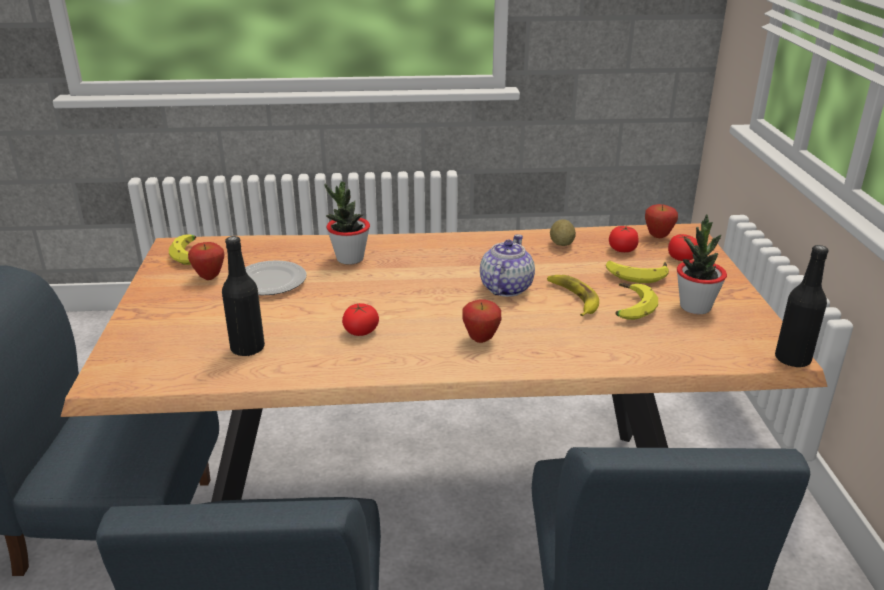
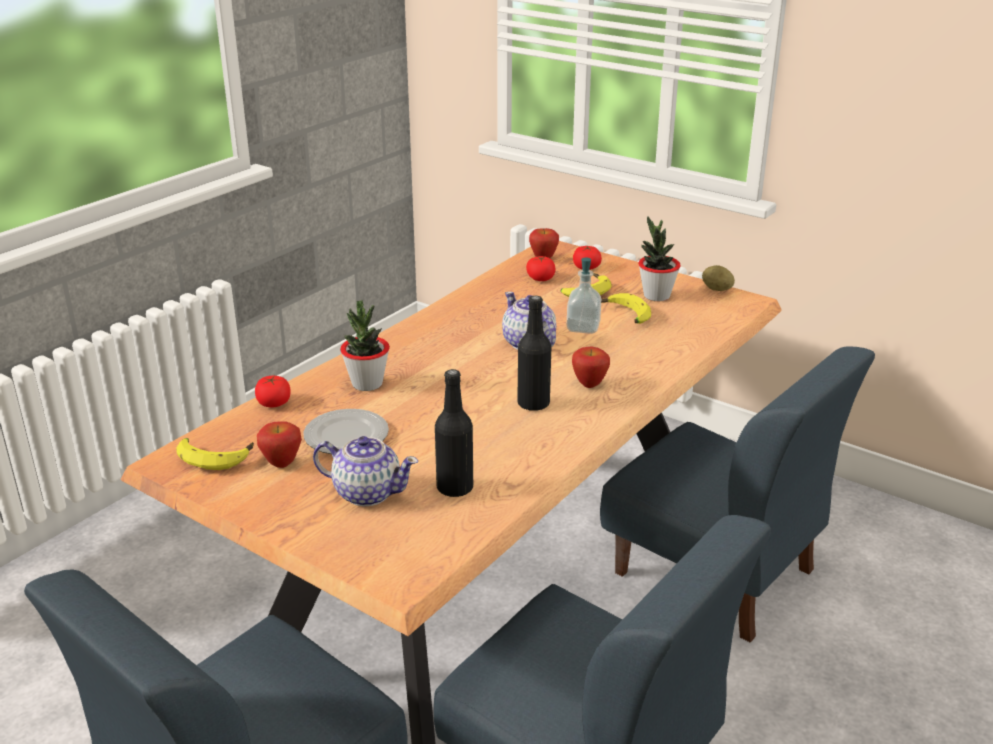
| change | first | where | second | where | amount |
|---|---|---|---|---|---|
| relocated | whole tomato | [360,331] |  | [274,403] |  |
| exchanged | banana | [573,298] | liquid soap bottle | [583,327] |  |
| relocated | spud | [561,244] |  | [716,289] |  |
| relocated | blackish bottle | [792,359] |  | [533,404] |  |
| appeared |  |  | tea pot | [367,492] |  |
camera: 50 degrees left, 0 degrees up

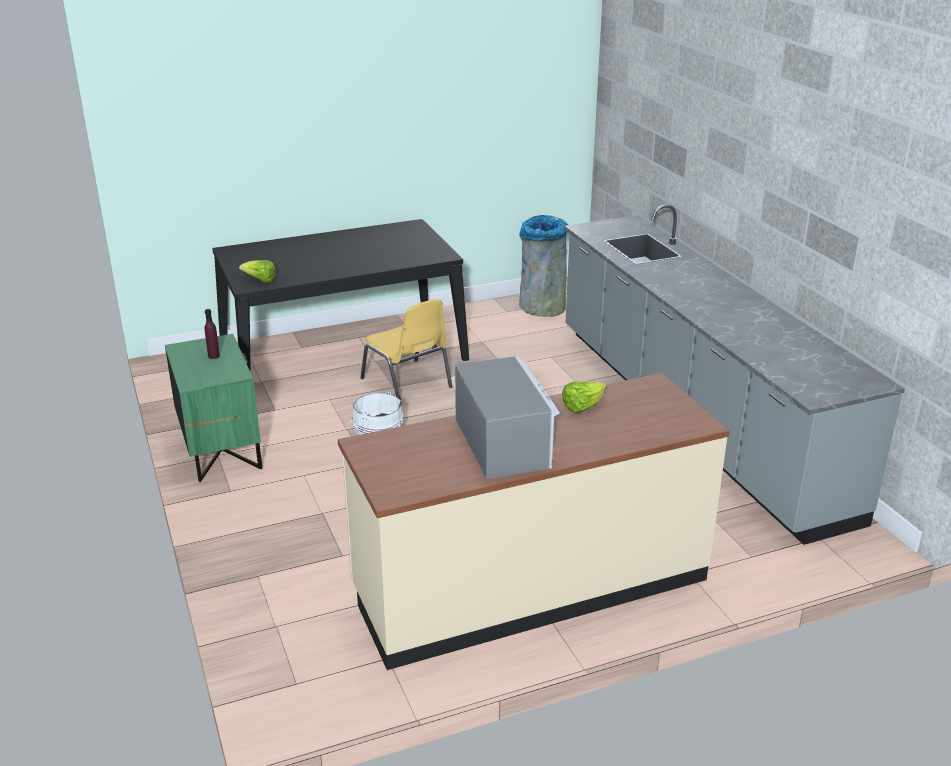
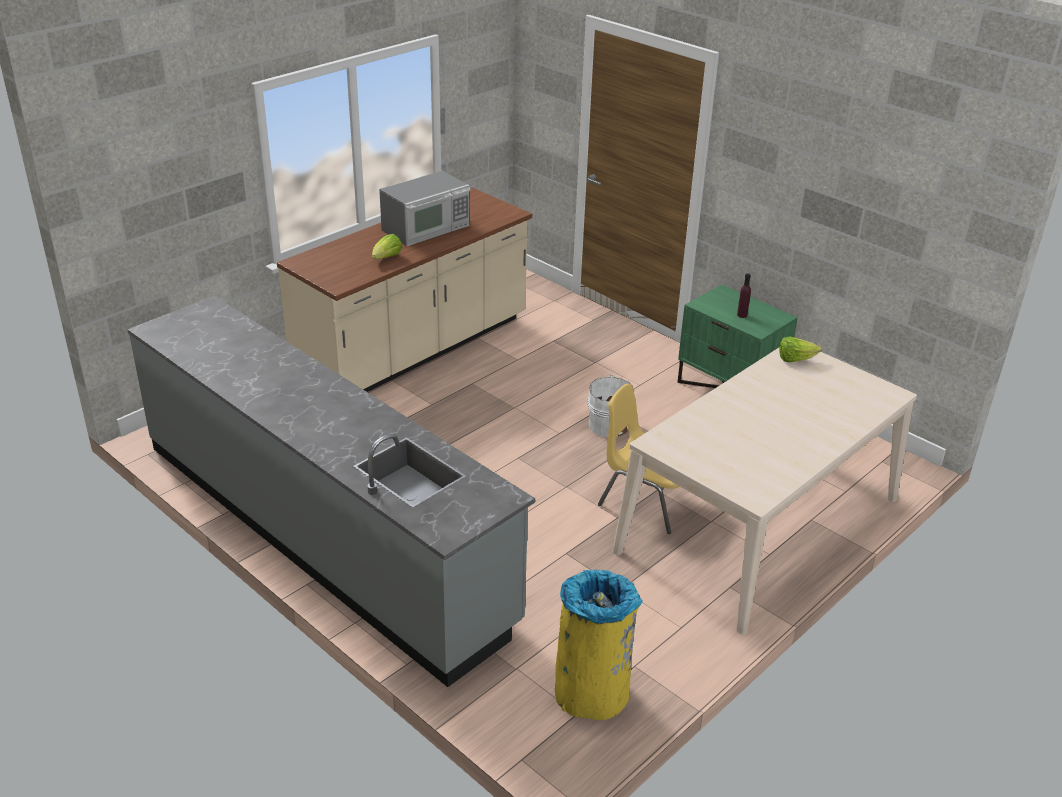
| change | first | where | second | where | amount |
|---|---|---|---|---|---|
| colour | blackish dining table | [343,352] | sand-coloured dining table | [759,524] |  |
| spun | kitchen microwave | [504,442] |  | [427,228] | 90 degrees counterclockwise |
| colour | gray rubbish bin | [542,307] | yellow-coloured rubbish bin | [592,694] |  |
camera: 155 degrees right, 5 degrees up

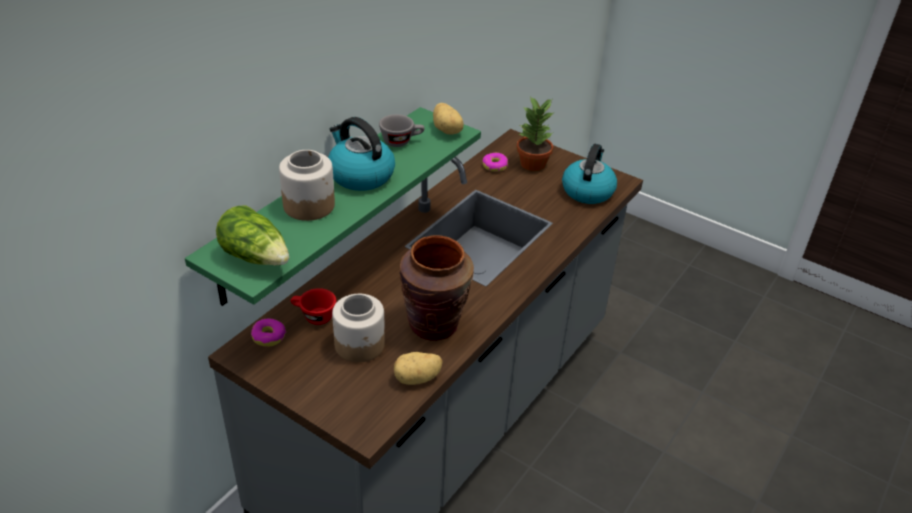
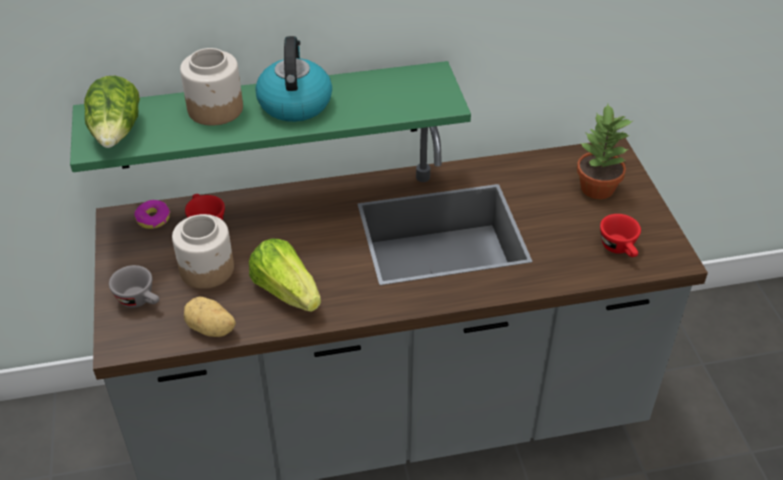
| change | first | where | second | where | amount |
|---|---|---|---|---|---|
| relocated | gray small cup | [401,141] |  | [140,300] |  |
| exchanged | brownish decorative vase | [434,325] | lettuce head | [286,291] |  |
| missing | spud | [447,130] |  |  |  |
| missing | doughnut | [494,166] |  |  |  |
| exchanged | water kettle | [587,191] | reddish small cup | [620,249] |  |
camera: 45 degrees right, 5 degrees up

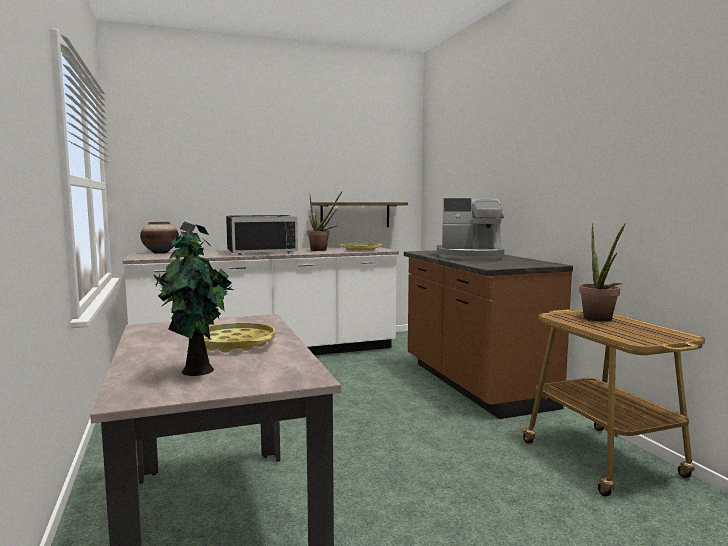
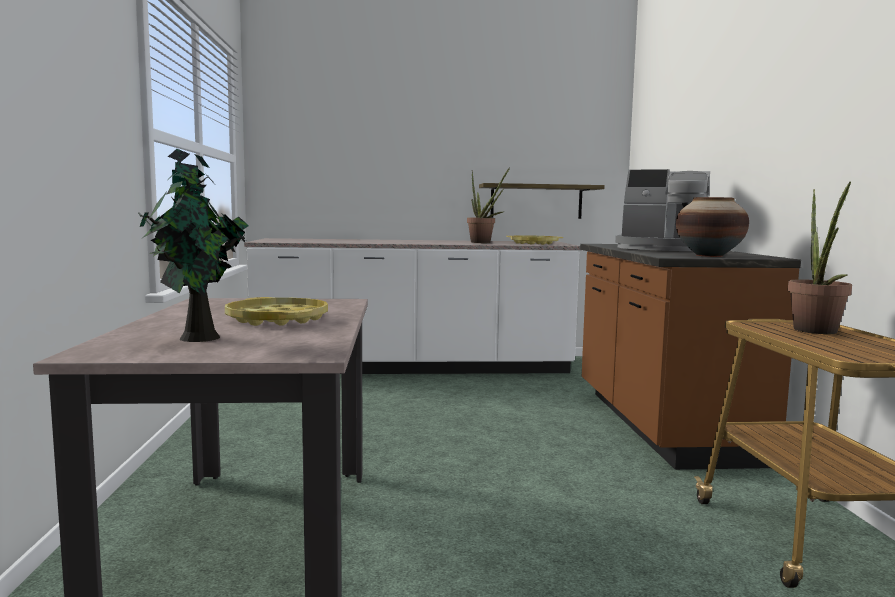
| change | first | where | second | where | amount |
|---|---|---|---|---|---|
| relocated | decorative vase | [160,252] |  | [709,255] |  |
| missing | blackish kitchen microwave | [261,252] |  |  |  |
camera: 15 degrees right, 0 degrees up

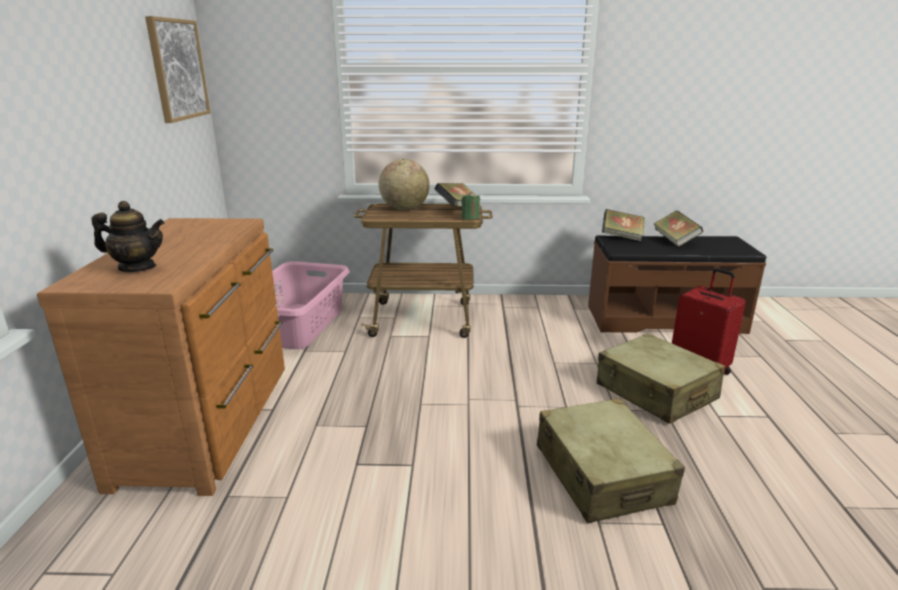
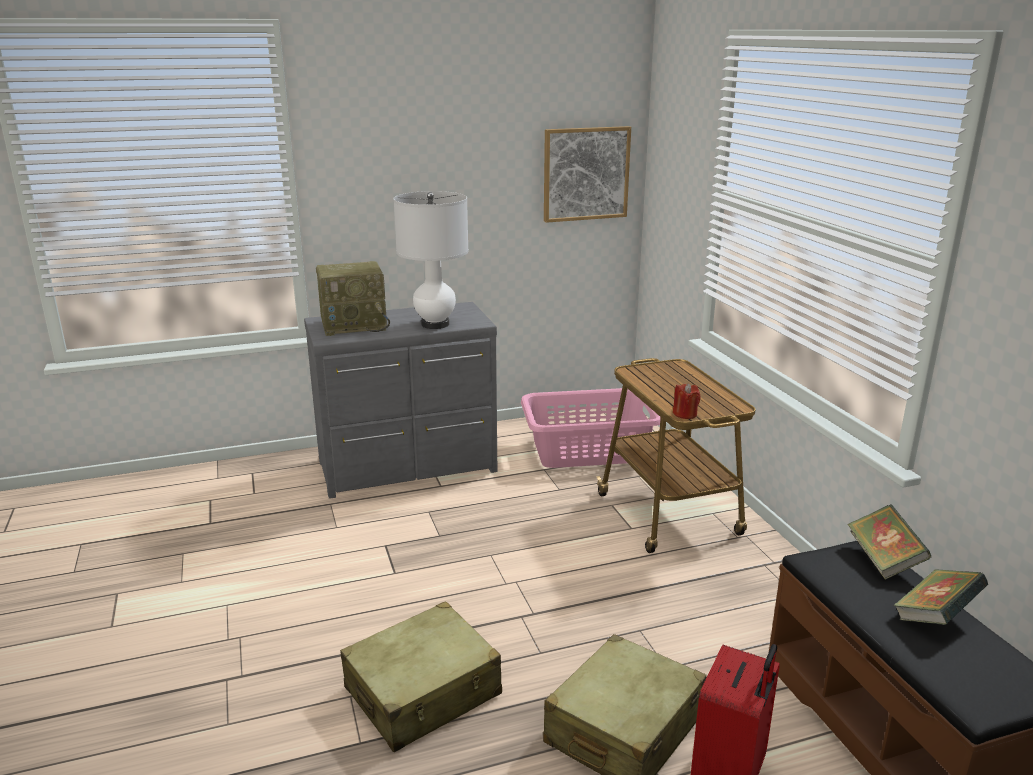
| change | first | where | second | where | amount |
|---|---|---|---|---|---|
| colour | brownish chest of drawers | [211,423] | gray chest of drawers | [409,468] |  |
| exchanged | tea pot | [137,268] | radio | [355,325] |  |
| missing | globe | [405,209] |  |  |  |
| missing | volume | [457,208] |  |  |  |
| colour | green candle | [470,217] | reddish candle | [685,414] |  |
| appeared |  |  | white-coloured lamp for a table | [435,324] |  |
camera: 70 degrees right, 0 degrees up

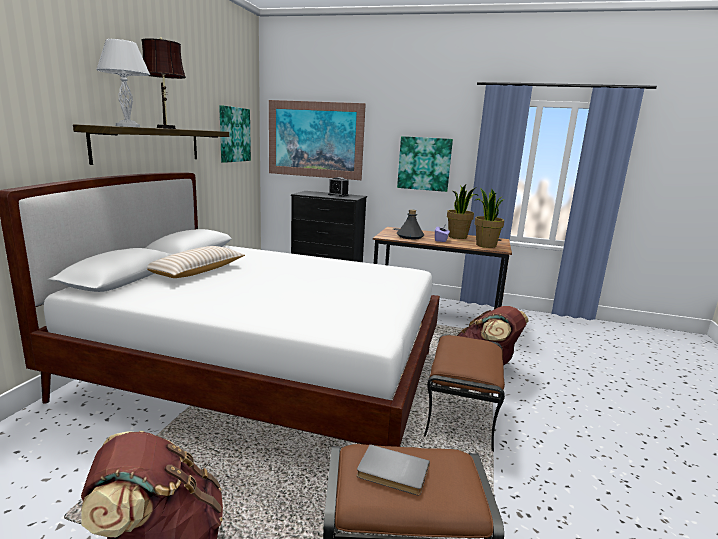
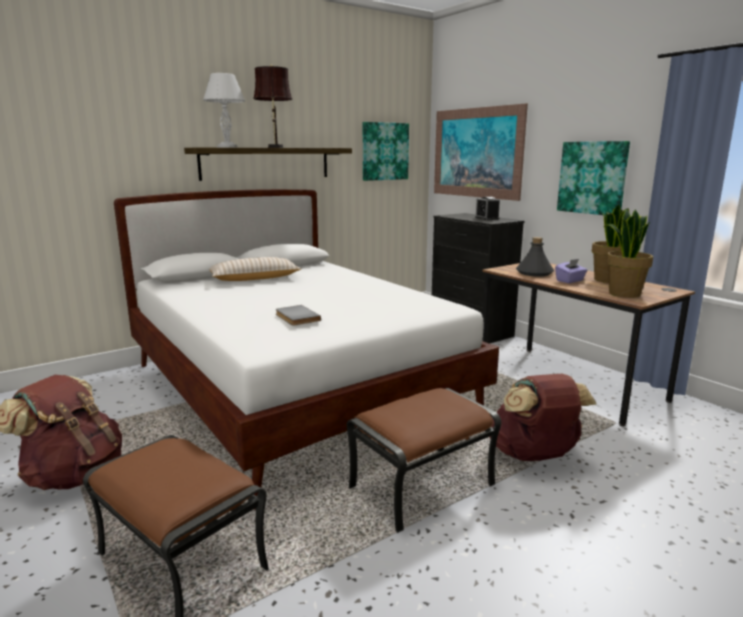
| change | first | where | second | where | amount |
|---|---|---|---|---|---|
| relocated | gray volume | [392,473] |  | [296,317] |  |
camera: 40 degrees right, 0 degrees up

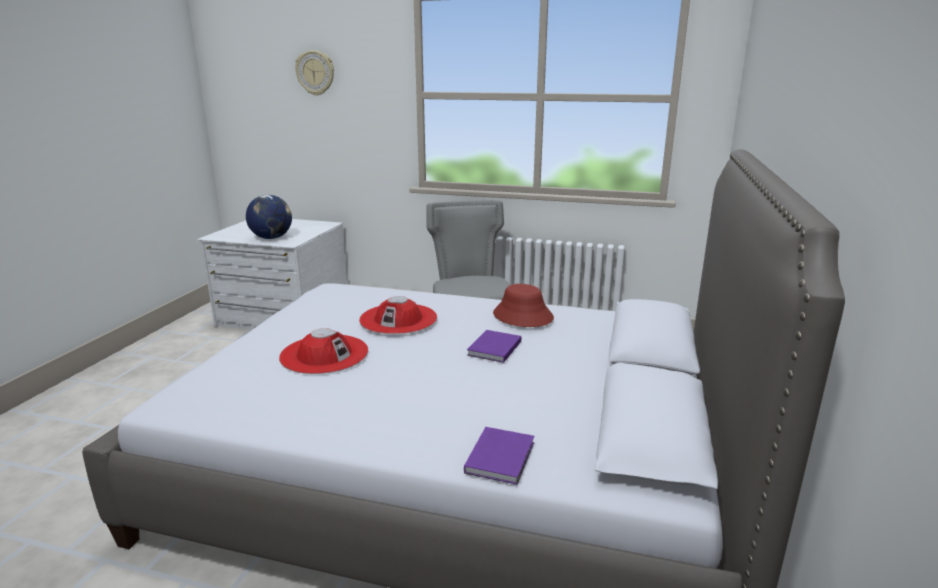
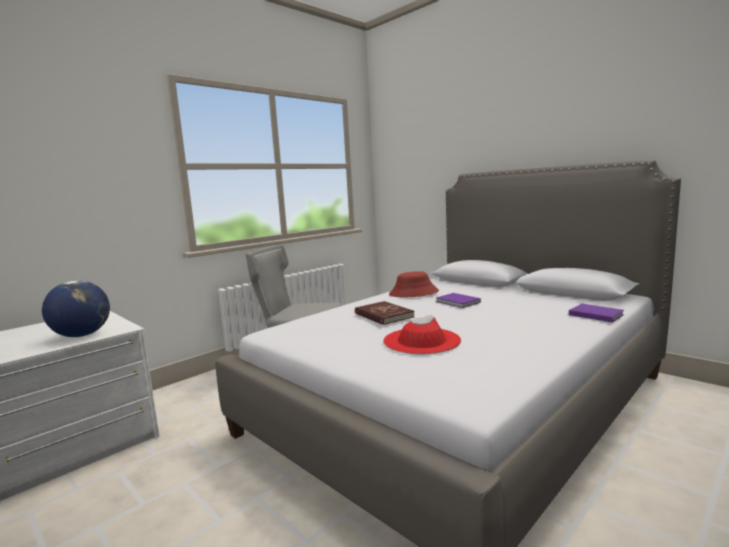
| change | first | where | second | where | amount |
|---|---|---|---|---|---|
| missing | hanging clock | [315,73] |  |  |  |
| exchanged | reddish wearable hat | [398,319] | reddish volume | [383,315] |  |
camera: 60 degrees left, 10 degrees down

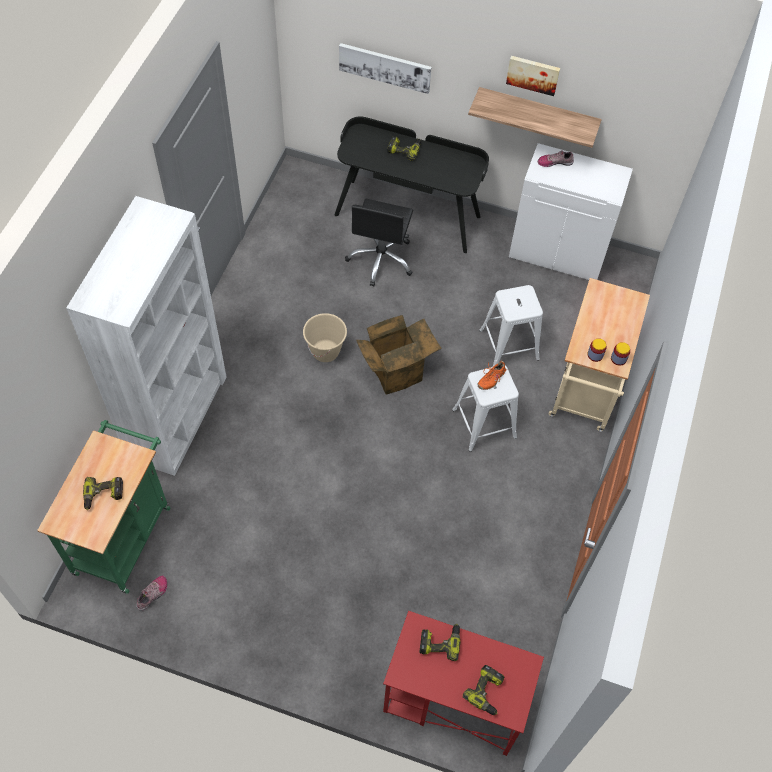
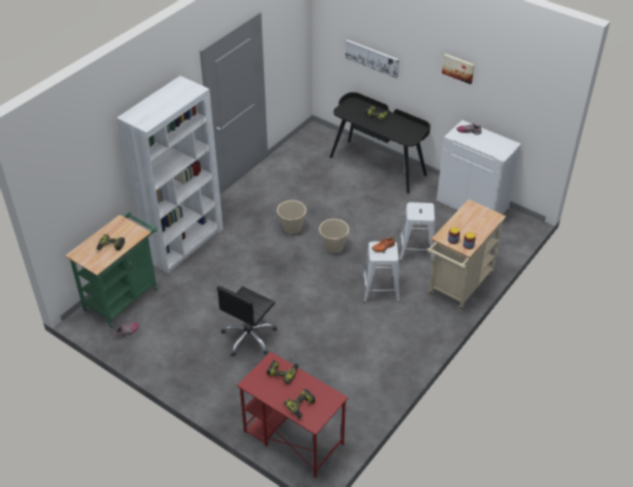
| change | first | where | second | where | amount |
|---|---|---|---|---|---|
| relocated | blackish office chair | [381,259] |  | [249,337] |  |
| exchanged | carton | [395,369] | sand-coloured bucket | [333,247] |  |
| missing | bracket shelf | [537,114] |  |  |  |
camera: 20 degrees right, 15 degrees down

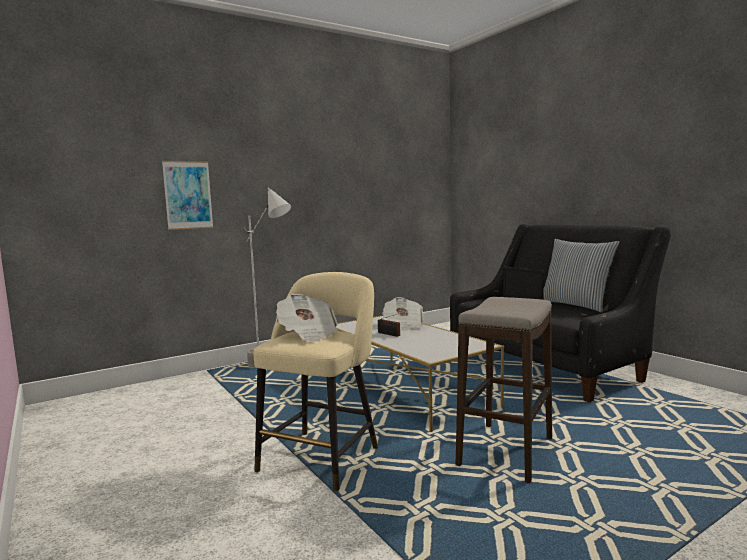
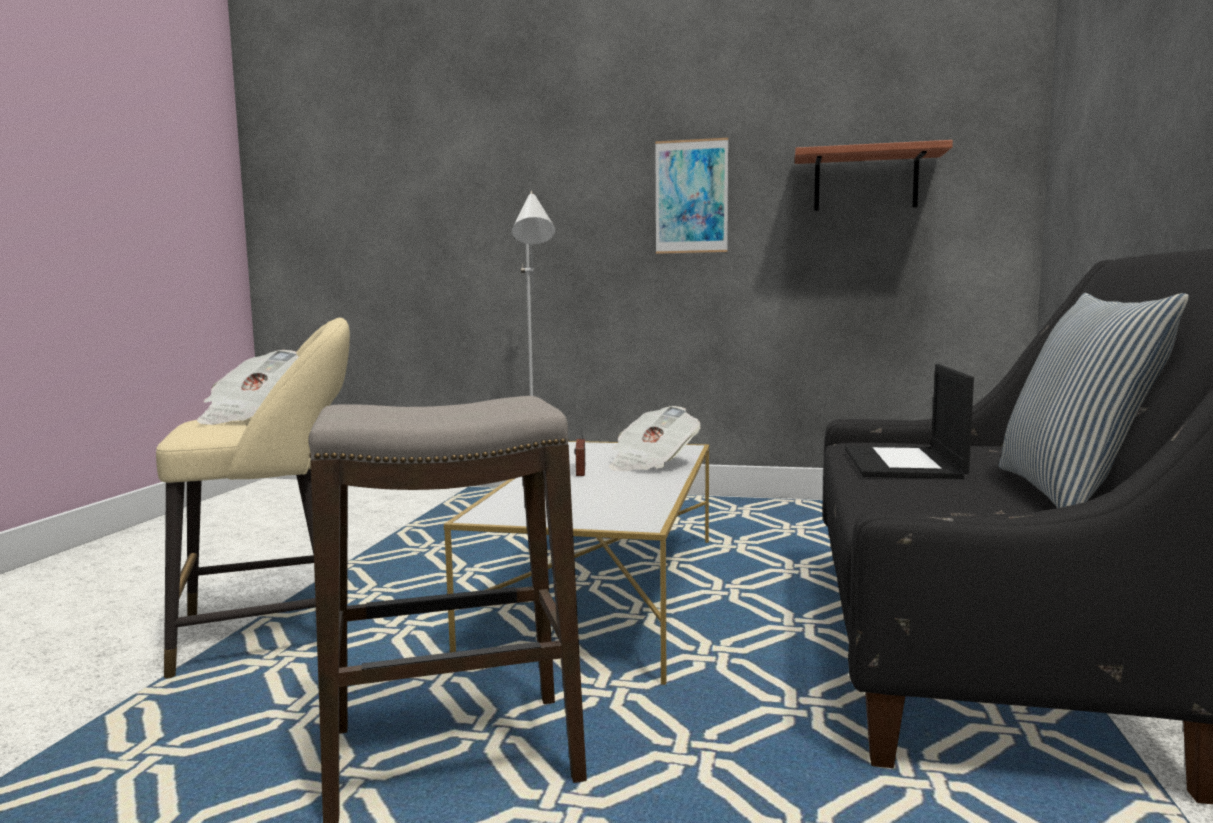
| change | first | where | second | where | amount |
|---|---|---|---|---|---|
| relocated | picture | [188,195] |  | [691,197] |  |
| appeared |  |  | bracket shelf | [865,181] |  |
camera: 45 degrees right, 0 degrees up

